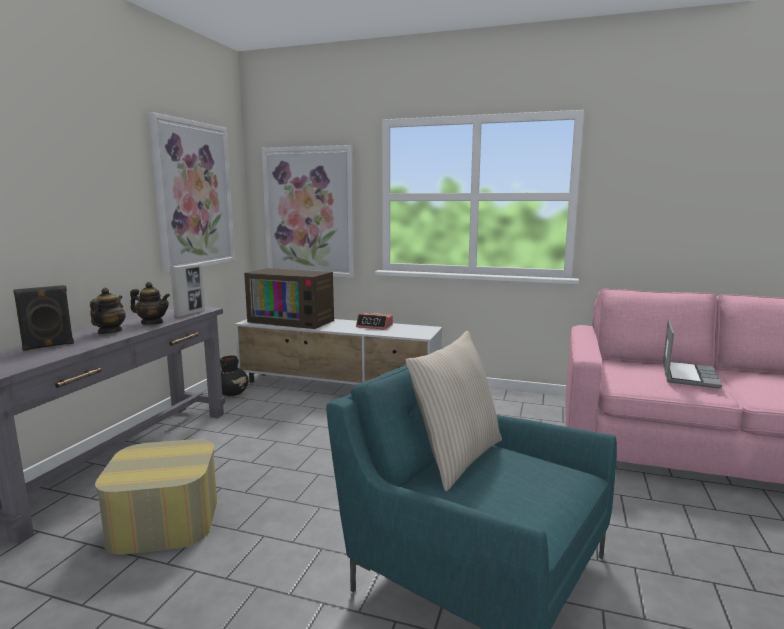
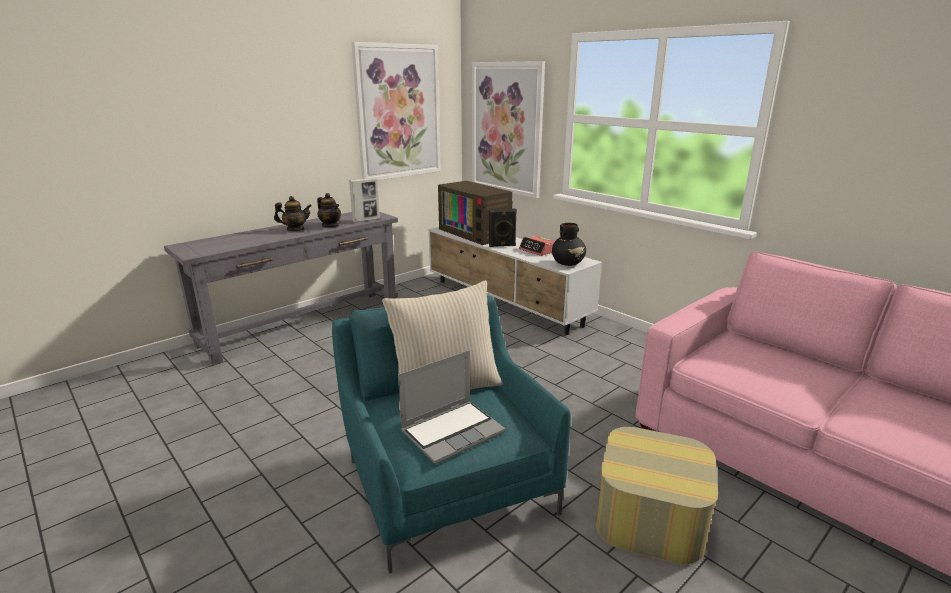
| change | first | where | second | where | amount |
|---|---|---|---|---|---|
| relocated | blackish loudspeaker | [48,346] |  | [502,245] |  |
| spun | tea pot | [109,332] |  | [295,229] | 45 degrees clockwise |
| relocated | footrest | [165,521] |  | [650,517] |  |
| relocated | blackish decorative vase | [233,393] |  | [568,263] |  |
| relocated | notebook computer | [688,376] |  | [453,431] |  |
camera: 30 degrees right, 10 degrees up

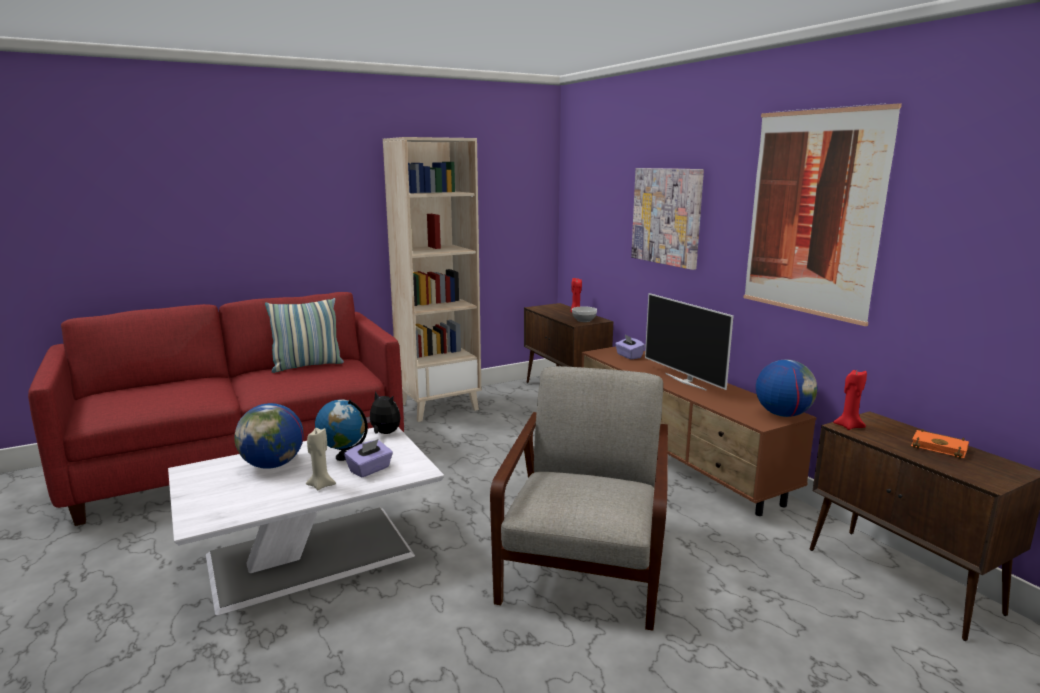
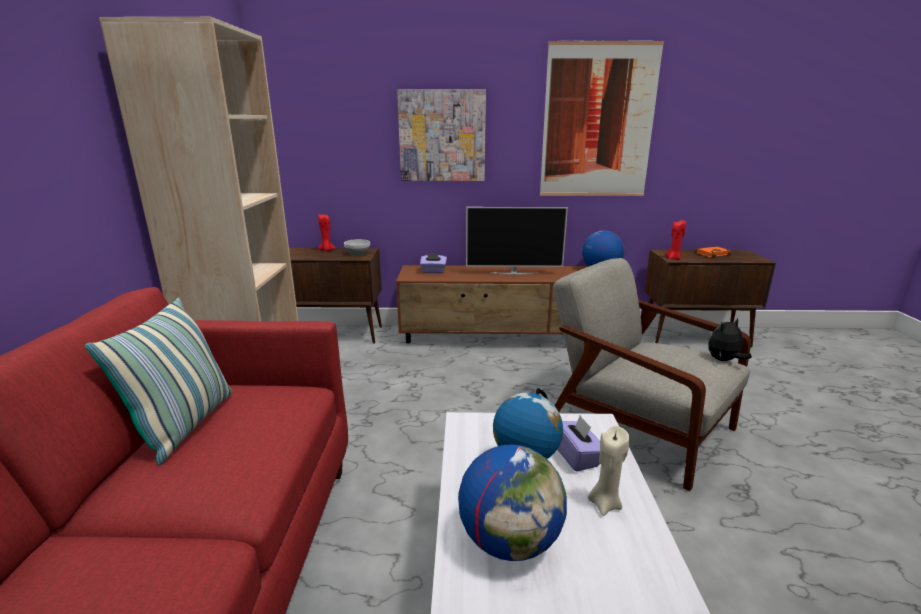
| change | first | where | second | where | amount |
|---|---|---|---|---|---|
| relocated | cuddly toy | [384,433] |  | [724,360] |  |
camera: 60 degrees left, 5 degrees up

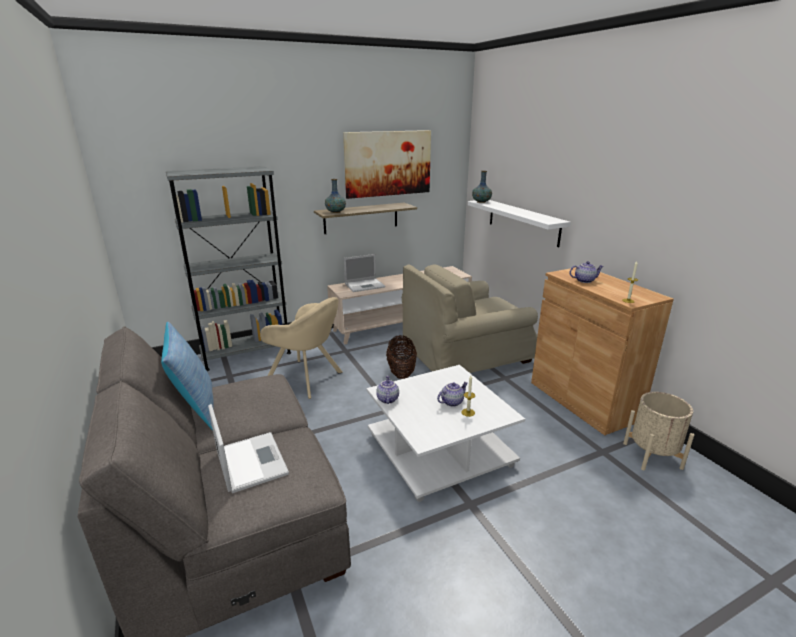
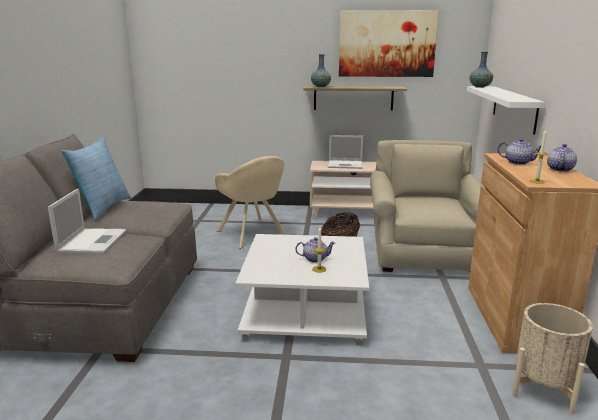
| change | first | where | second | where | amount |
|---|---|---|---|---|---|
| missing | gray bookshelf | [246,354] |  |  |  |
| relocated | tea pot | [387,399] |  | [559,169] |  |
| spun | sand-coloured armchair | [467,354] |  | [423,250] | 90 degrees clockwise |
camera: 30 degrees right, 5 degrees down

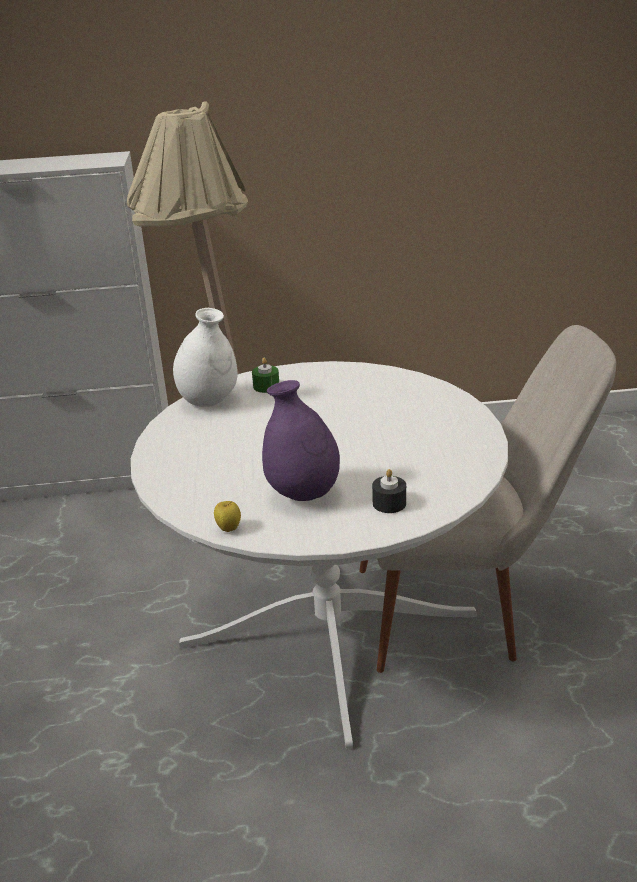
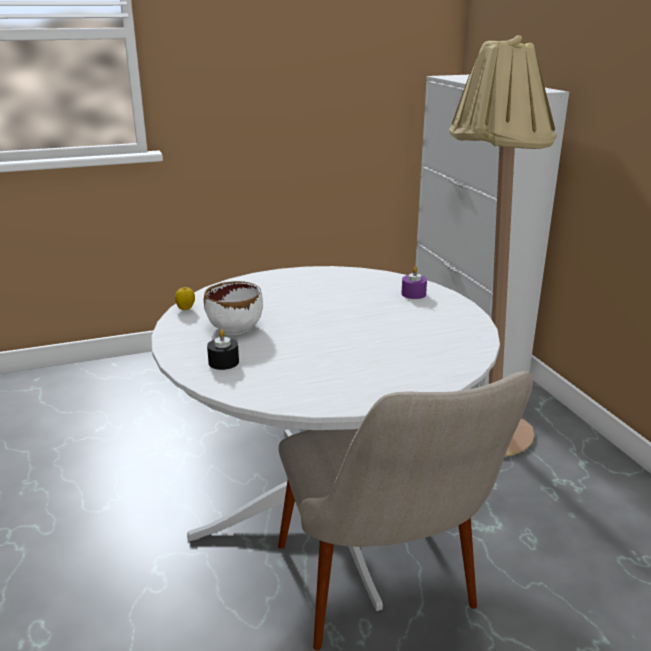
| change | first | where | second | where | amount |
|---|---|---|---|---|---|
| missing | white-coloured decorative vase | [209,401] |  |  |  |
| colour | green candle | [266,386] | purplish candle | [413,294] |  |
| exchanged | purplish decorative vase | [303,494] | white-coloured deep dish | [235,327] |  |
camera: 75 degrees right, 5 degrees down

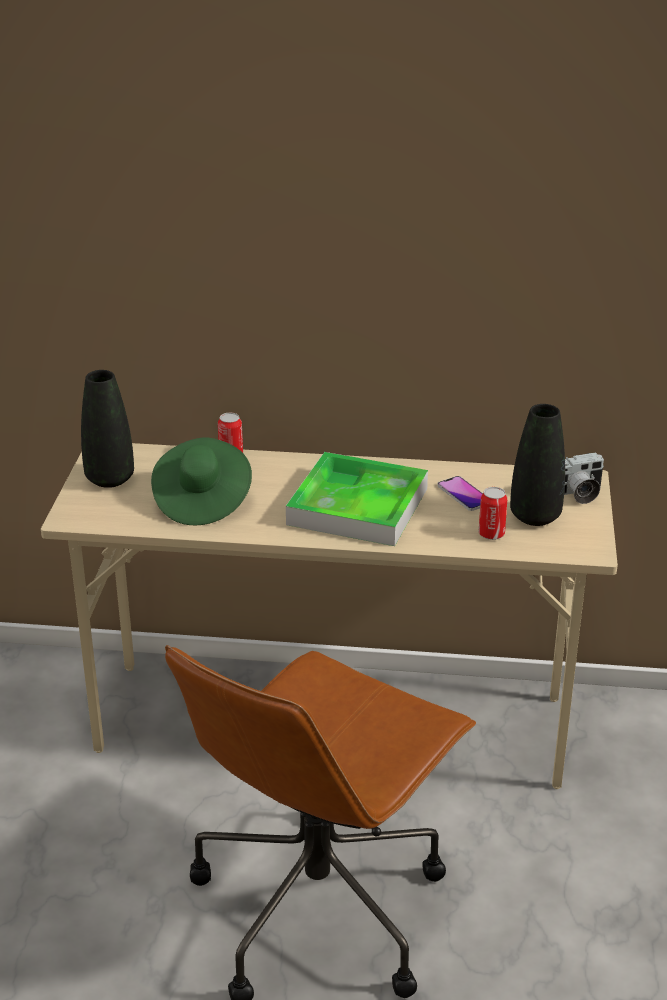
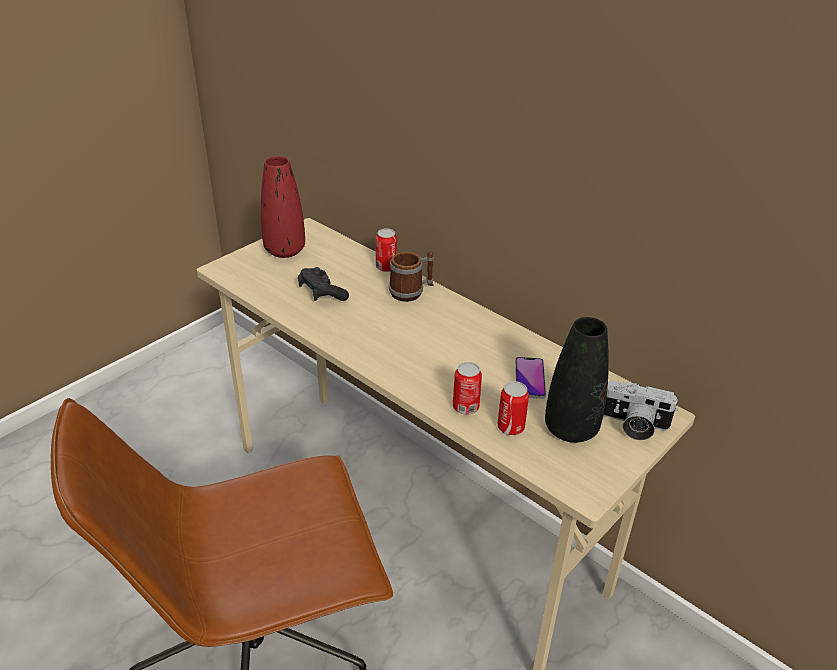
| change | first | where | second | where | amount |
|---|---|---|---|---|---|
| colour | blackish decorative vase | [110,479] | reddish decorative vase | [285,250] |  |
| exchanged | green wearable hat | [201,501] | blackish joypad | [322,293] |  |
| missing | serving tray | [358,506] |  |  |  |
| appeared |  |  | coffee mug | [412,291] |  |
| appeared |  |  | metal can | [465,407] |  |
camera: 35 degrees right, 5 degrees up

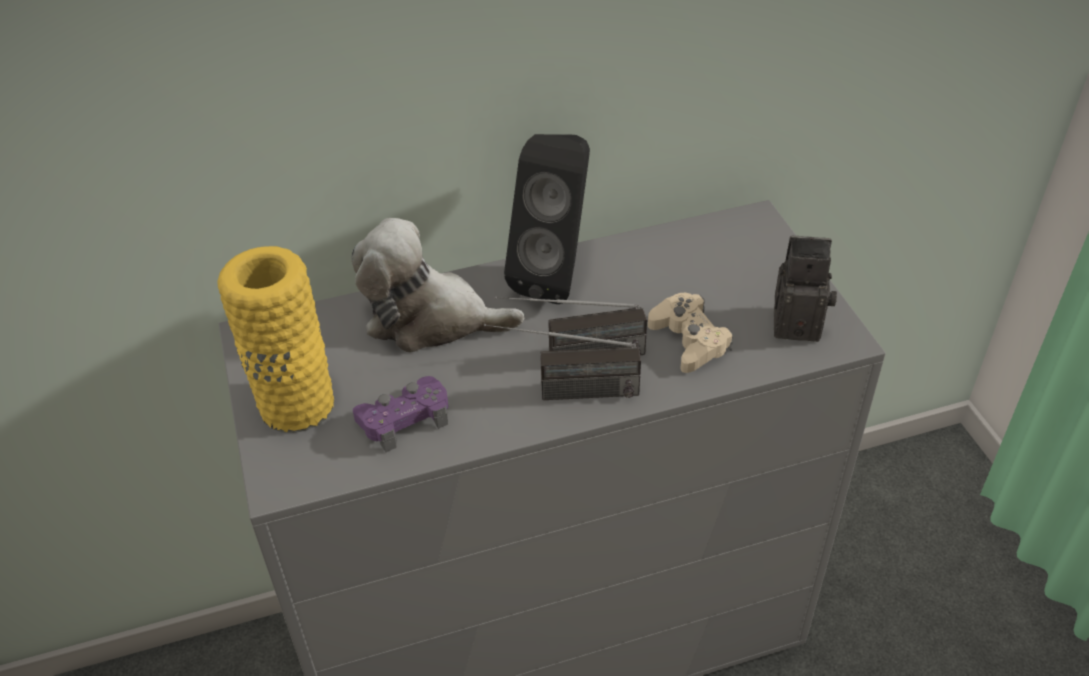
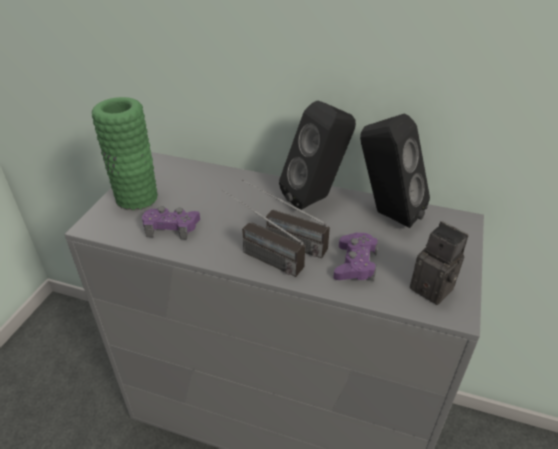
| change | first | where | second | where | amount |
|---|---|---|---|---|---|
| colour | yellow-coloured decorative vase | [296,404] | green decorative vase | [136,197] |  |
| missing | cuddly toy | [430,319] |  |  |  |
| colour | sand-coloured joypad | [689,340] | purplish joypad | [355,263] |  |
| appeared |  |  | blackish loudspeaker | [386,214] |  |
camera: 35 degrees right, 5 degrees down

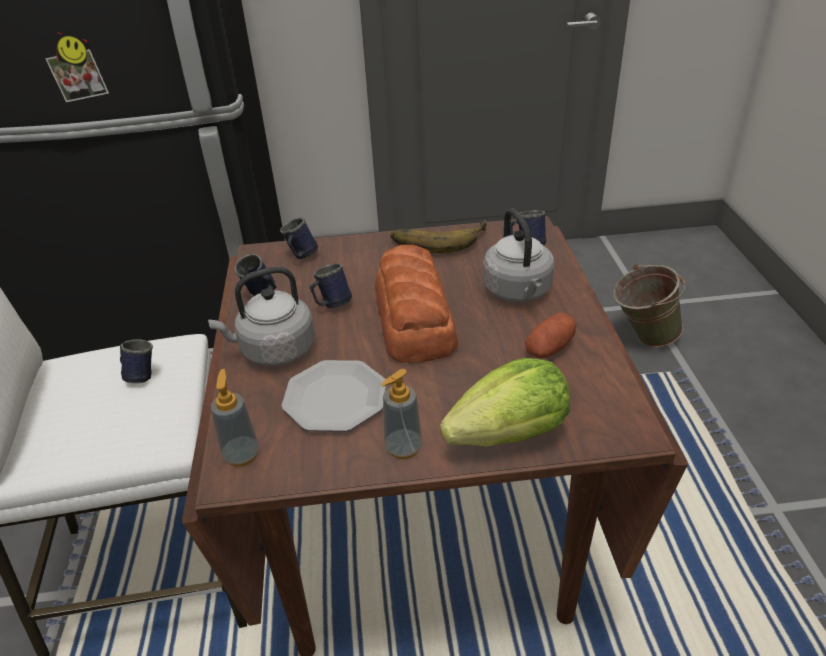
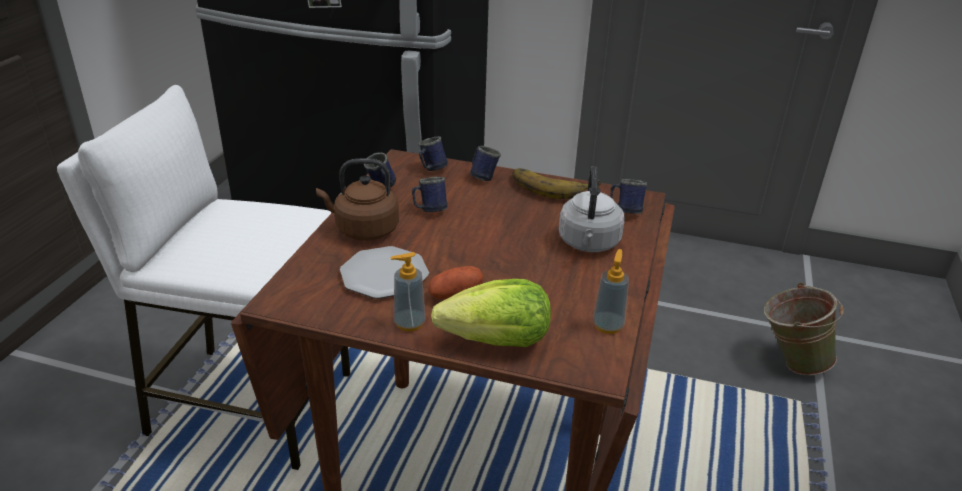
| change | first | where | second | where | amount |
|---|---|---|---|---|---|
| relocated | blue-coloured coffee mug | [139,375] |  | [482,177] |  |
| colour | gray water kettle | [274,350] | brownish water kettle | [363,230] |  |
| relocated | liquid soap bottle | [241,454] |  | [608,325] |  |
| missing | bakery bread | [413,318] |  |  |  |
| relocated | spud | [549,348] |  | [455,295] |  |
camera: 20 degrees right, 5 degrees down

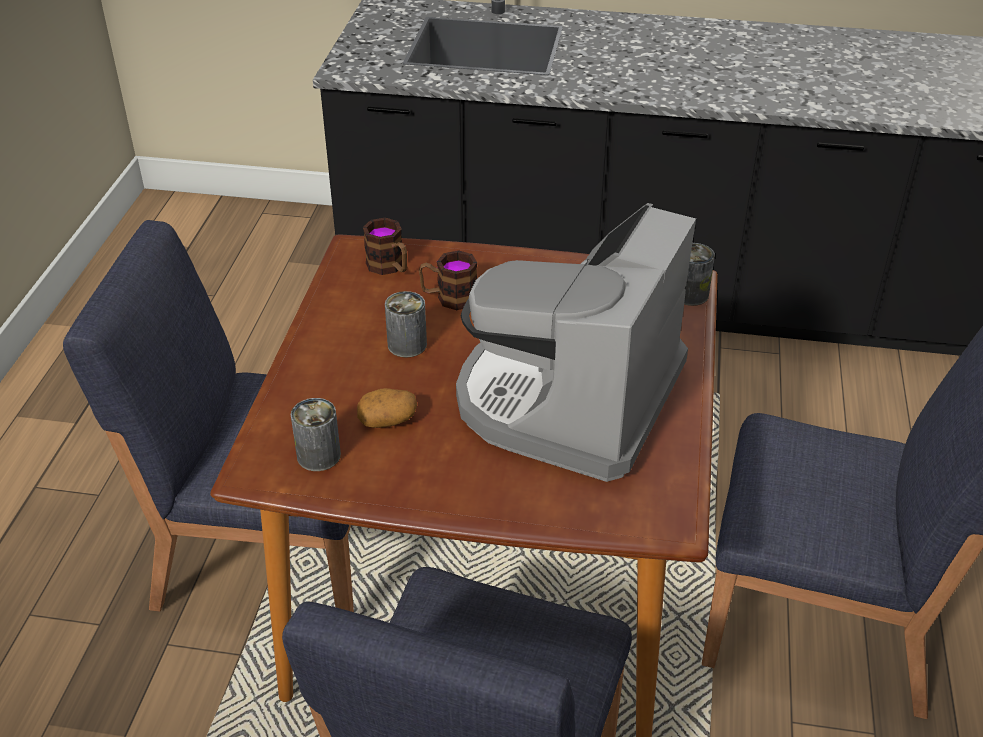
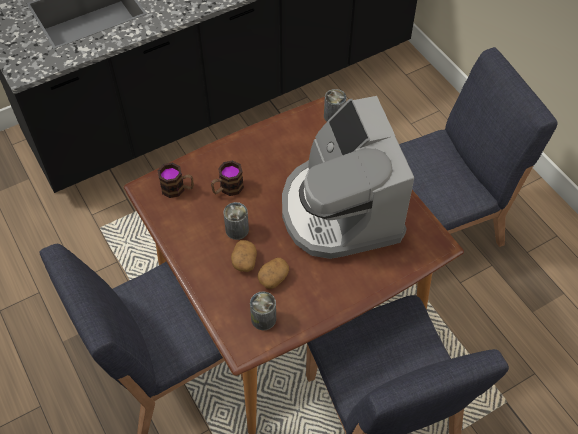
| change | first | where | second | where | amount |
|---|---|---|---|---|---|
| appeared |  |  | spud | [244,260] |  |
camera: 40 degrees left, 15 degrees up

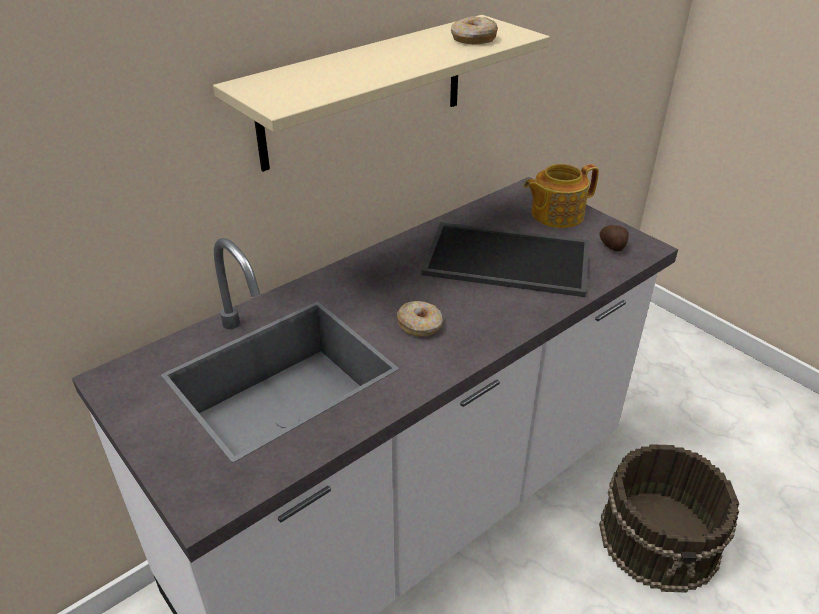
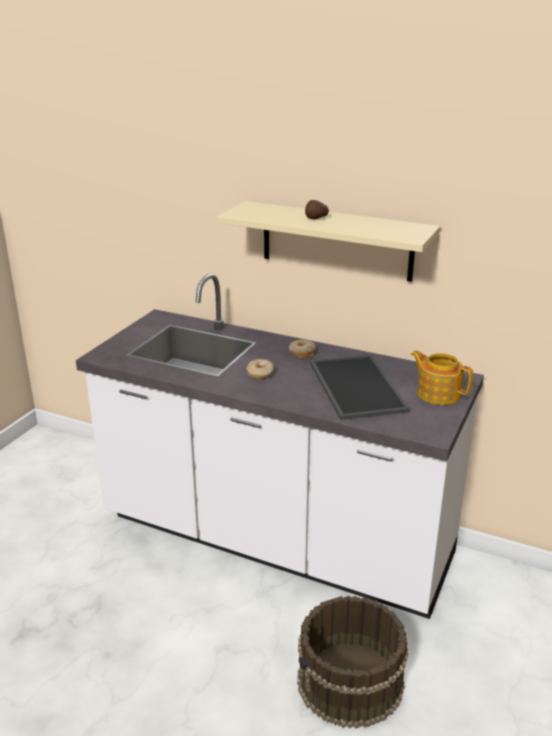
| change | first | where | second | where | amount |
|---|---|---|---|---|---|
| relocated | doughnut | [473,39] |  | [302,352] |  |
| relocated | spud | [612,247] |  | [316,218] |  |
camera: 65 degrees right, 10 degrees down

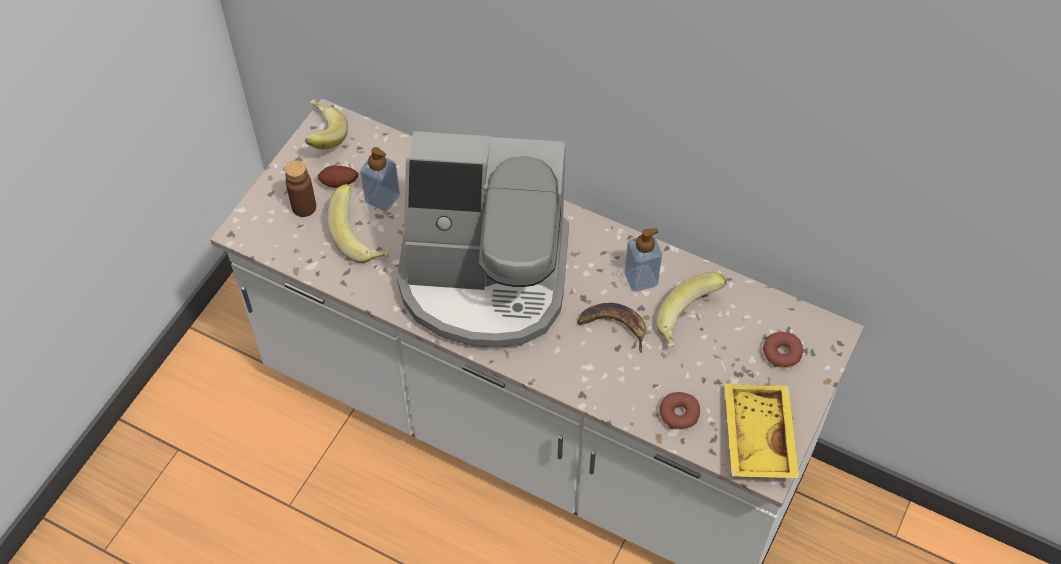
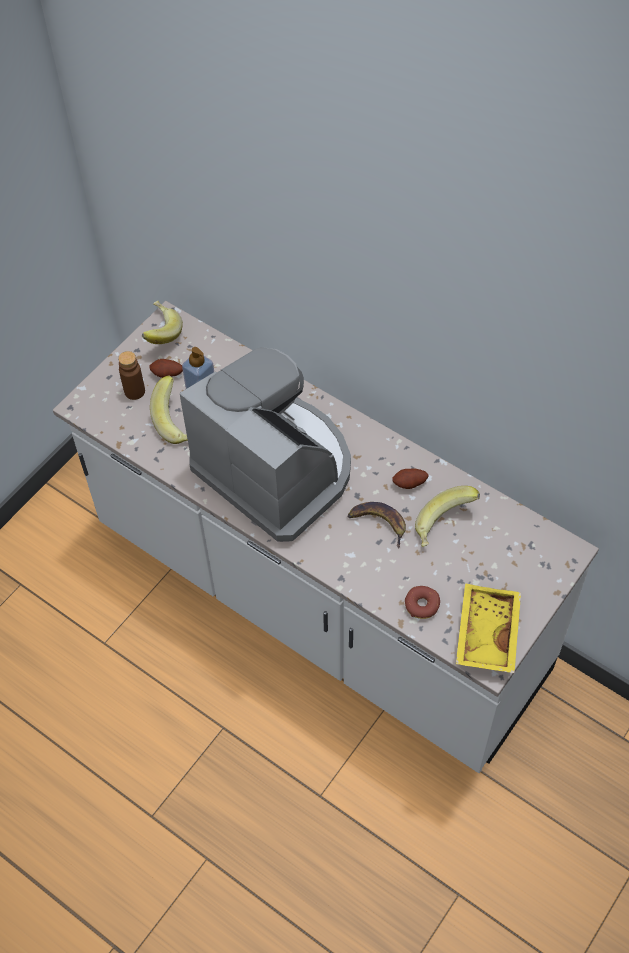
| change | first | where | second | where | amount |
|---|---|---|---|---|---|
| spun | coffee brewer | [485,278] |  | [276,469] | 150 degrees counterclockwise |
| exchanged | liquid soap bottle | [641,278] | spud | [410,484] |  |
| missing | doughnut | [781,353] |  |  |  |
camera: 10 degrees right, 0 degrees up

